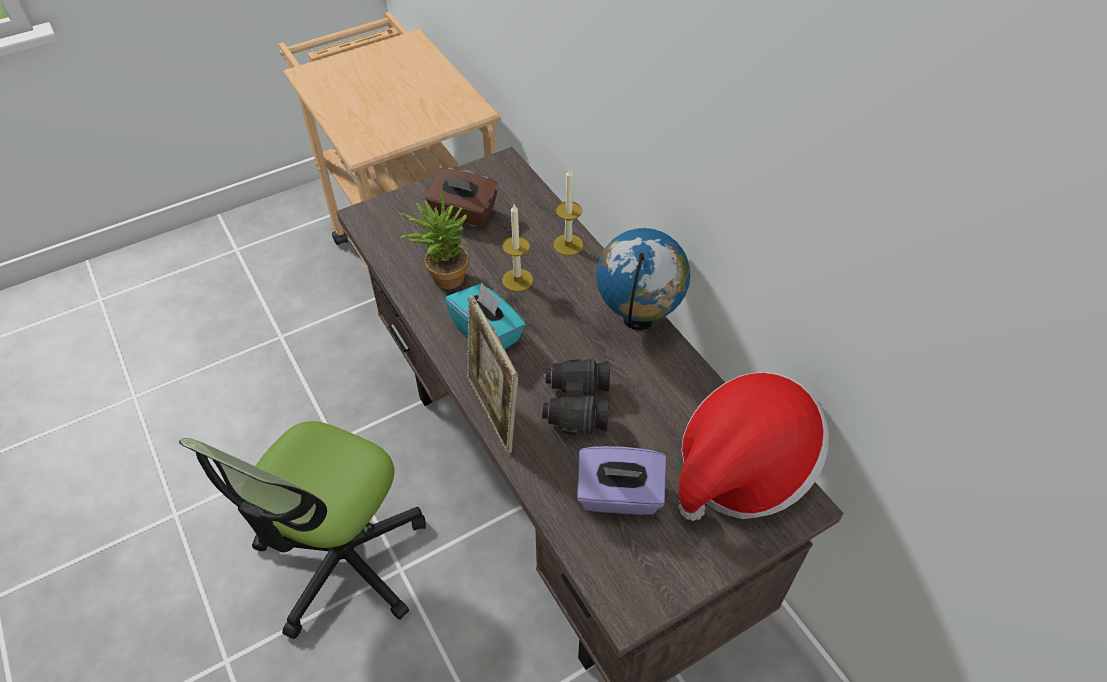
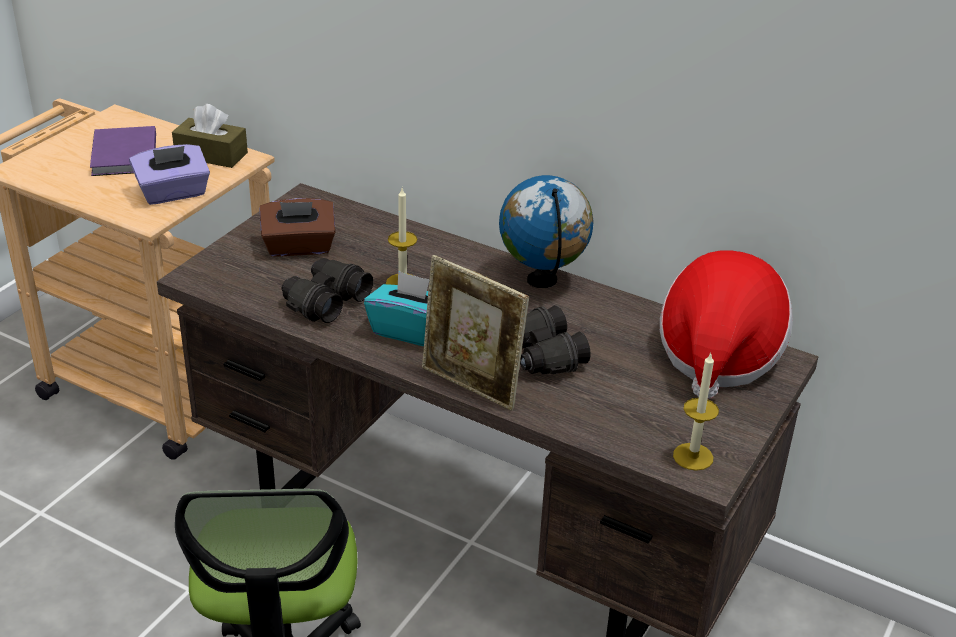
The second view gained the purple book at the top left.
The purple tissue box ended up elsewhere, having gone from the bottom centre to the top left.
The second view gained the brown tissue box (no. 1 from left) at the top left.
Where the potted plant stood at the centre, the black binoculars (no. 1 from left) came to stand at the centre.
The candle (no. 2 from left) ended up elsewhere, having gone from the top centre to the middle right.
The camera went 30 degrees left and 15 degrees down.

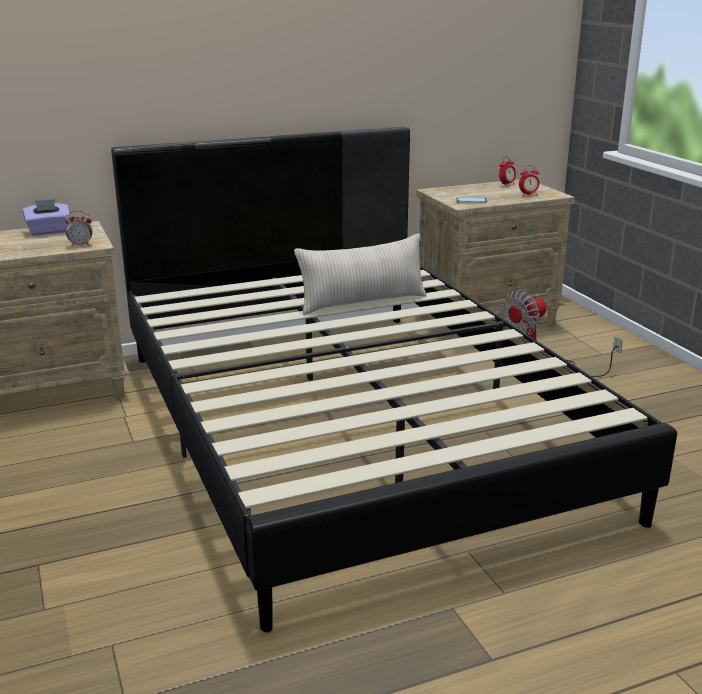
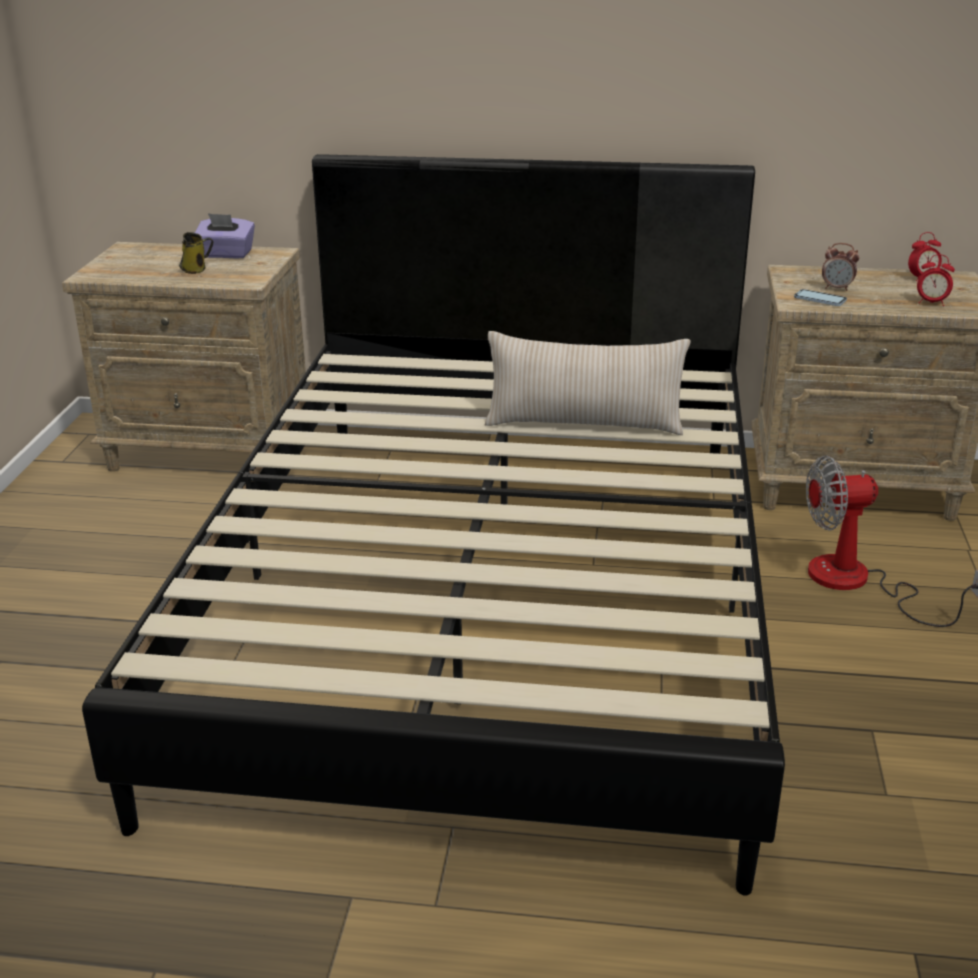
The second view gained the mug at the top left.
The alarm clock (no. 1 from left) ended up elsewhere, having gone from the top left to the top right.
The camera went 30 degrees right and 5 degrees up.

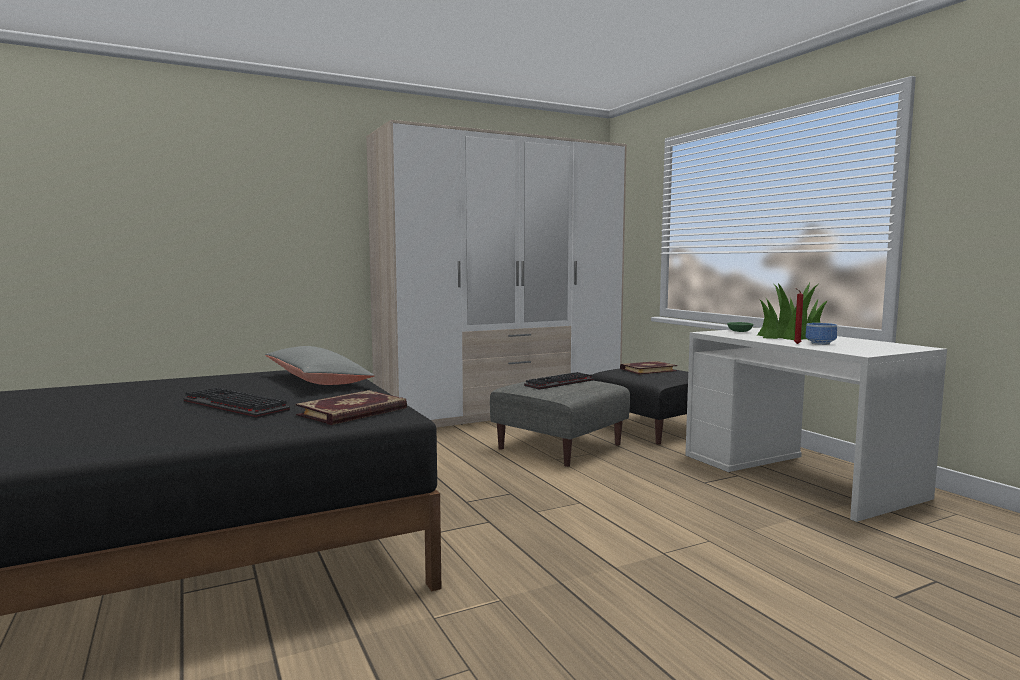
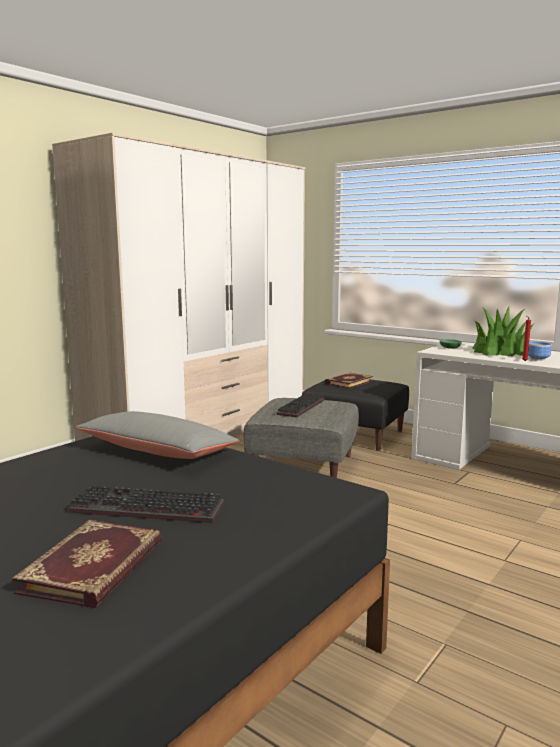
The book (no. 1 from left) ended up elsewhere, having gone from the centre to the bottom left.
The camera went 25 degrees left and 5 degrees up.

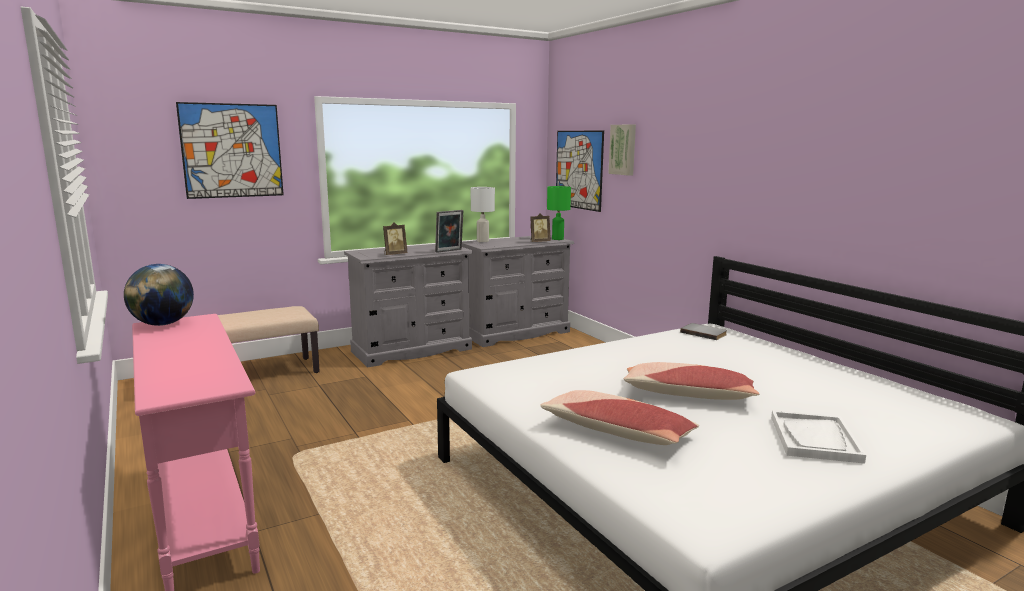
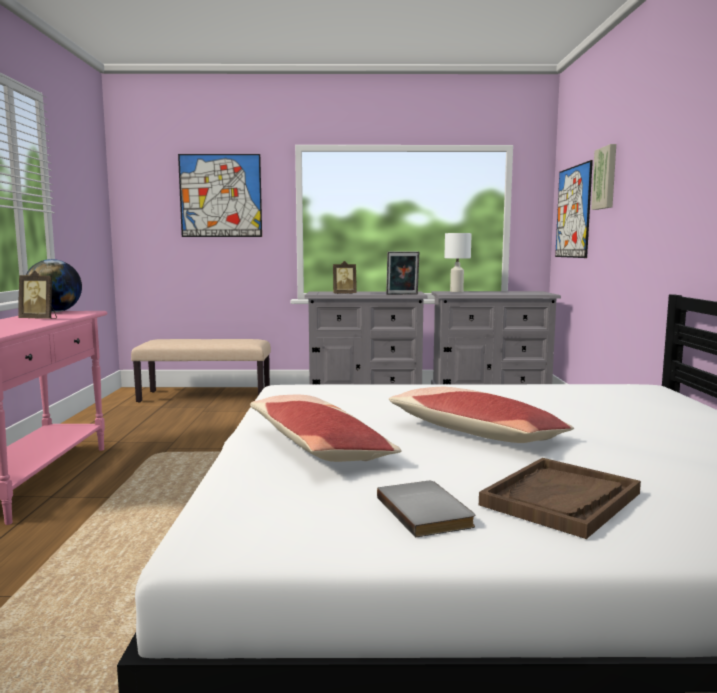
The picture frame (no. 3 from left in the first image) ended up elsewhere, having gone from the centre to the middle left.
The grey book ended up elsewhere, having gone from the middle right to the bottom centre.
What was the white tray at the bottom right turned into the brown tray at the bottom right.
The second view lost the green table lamp at the centre.
The camera went 30 degrees right and 5 degrees down.

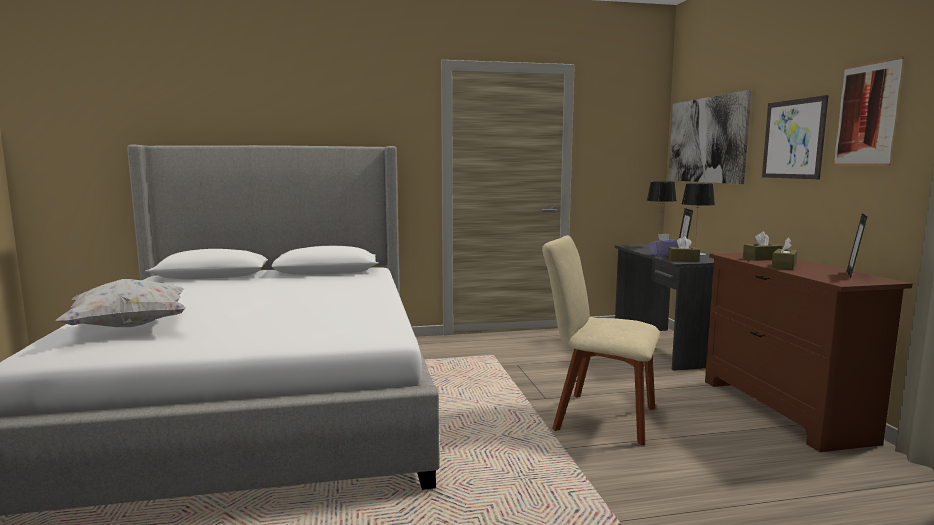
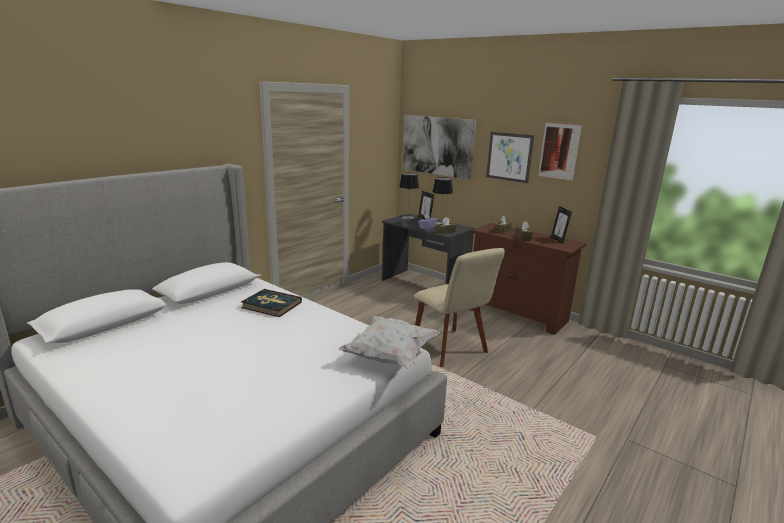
The second view gained the book at the centre.
The white pillow ended up elsewhere, having gone from the middle left to the centre.
The beige chair at the centre ended up facing another way, 105 degrees counterclockwise from before.
The camera went 40 degrees left and 10 degrees up.

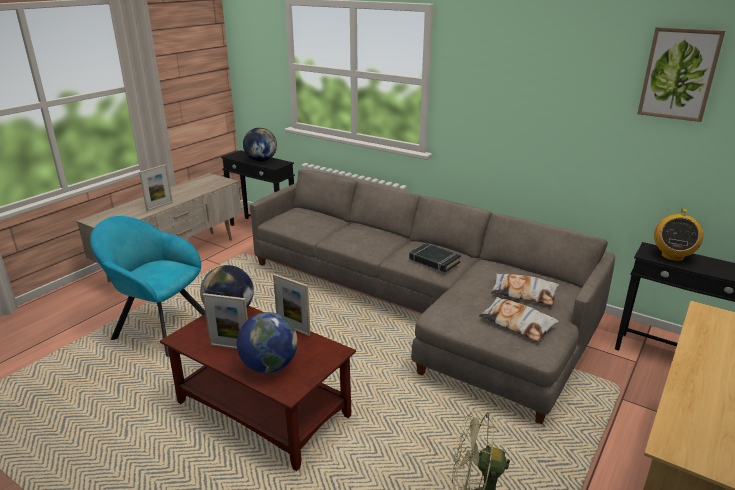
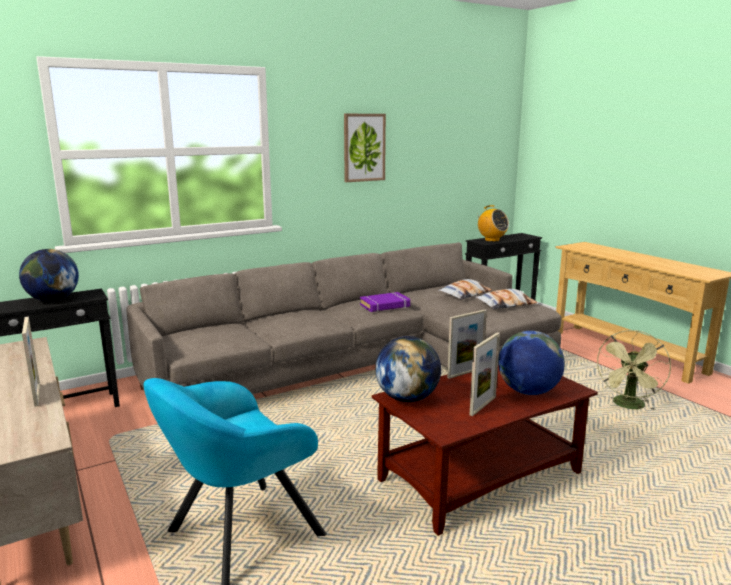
The picture ended up elsewhere, having gone from the top right to the top centre.
What was the black book at the centre turned into the purple book at the centre.
The camera went 65 degrees left and 10 degrees down.

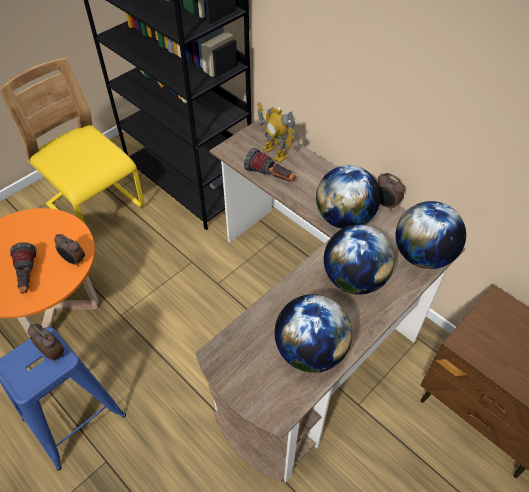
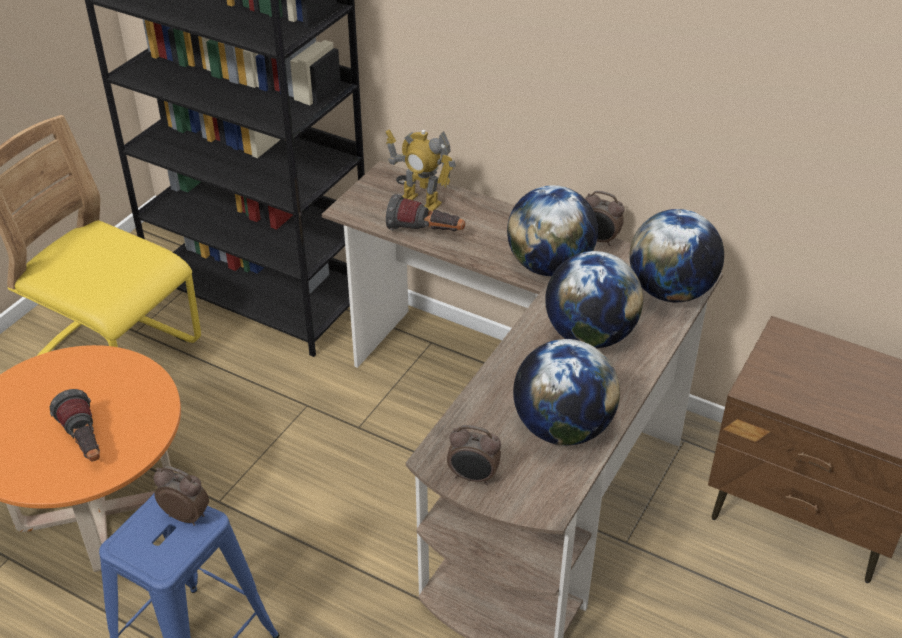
The alarm clock (no. 2 from left) ended up elsewhere, having gone from the middle left to the bottom centre.
The camera went 15 degrees left and 10 degrees down.

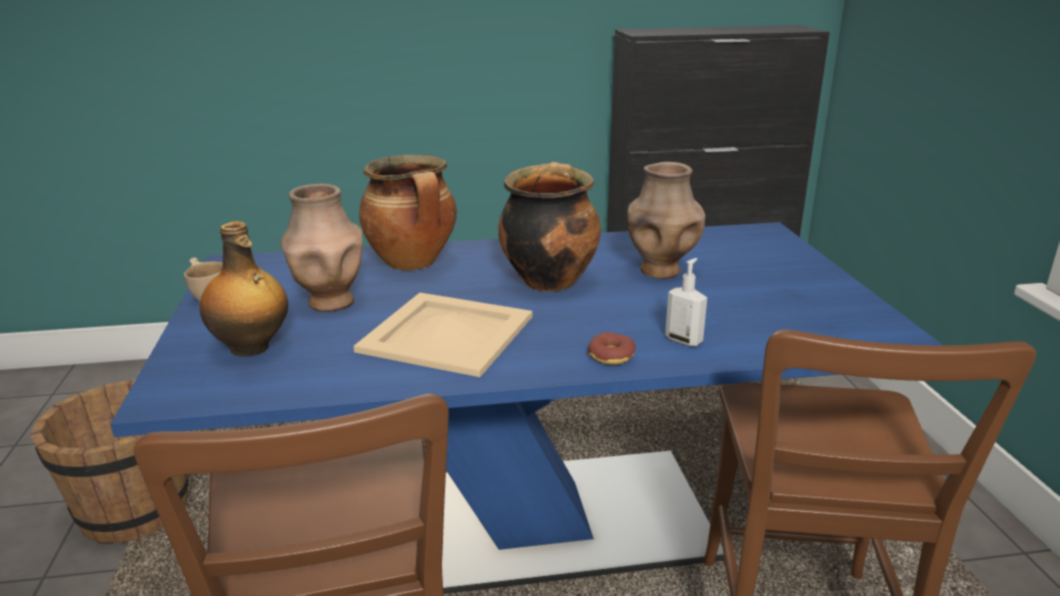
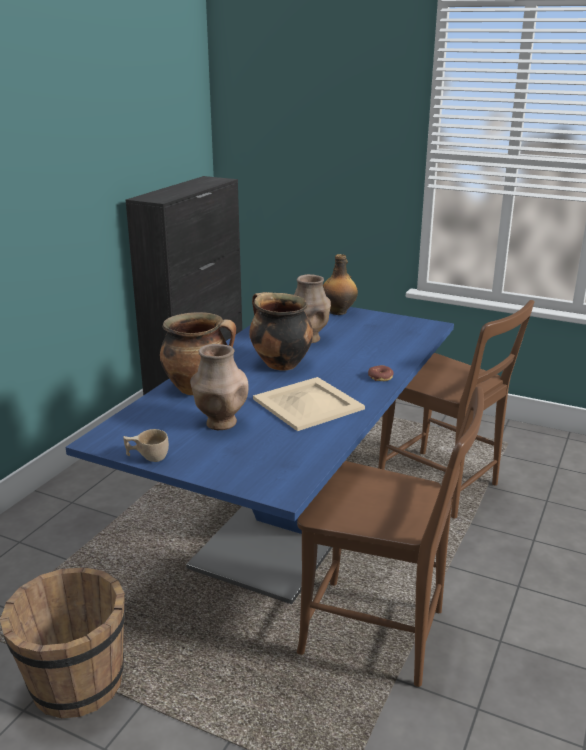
The bottle ended up elsewhere, having gone from the middle left to the centre.
The second view lost the soap dispenser at the centre.
The camera went 55 degrees left and 0 degrees up.

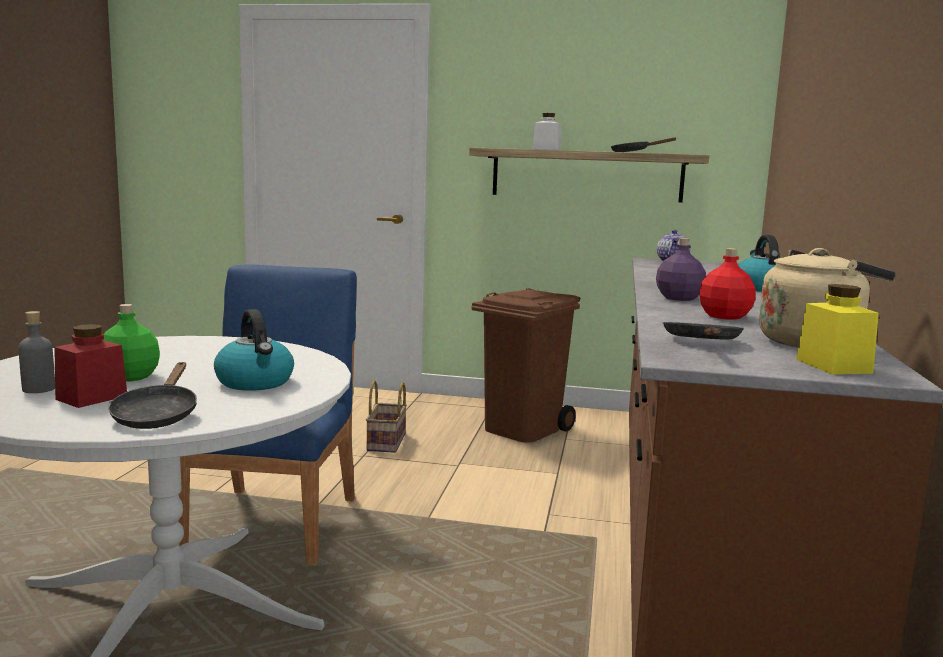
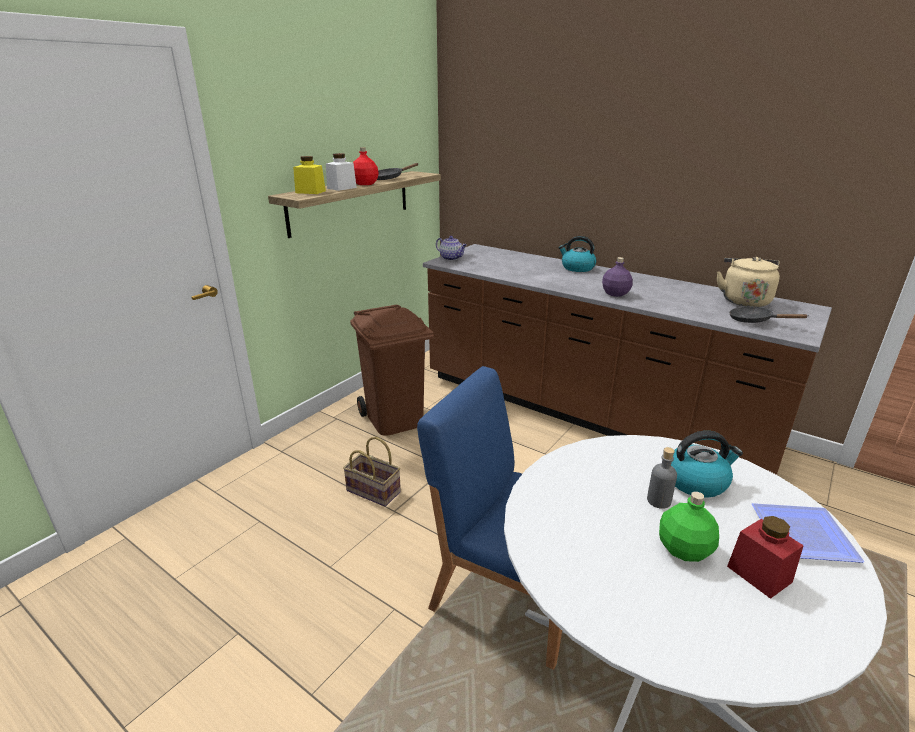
The yellow jar ended up elsewhere, having gone from the middle right to the top centre.
The red bottle ended up elsewhere, having gone from the middle right to the top centre.
The grey bottle ended up elsewhere, having gone from the middle left to the middle right.
Where the black frying pan (no. 1 from left) stood at the middle left, the plate came to stand at the bottom right.
The camera went 65 degrees left and 15 degrees up.

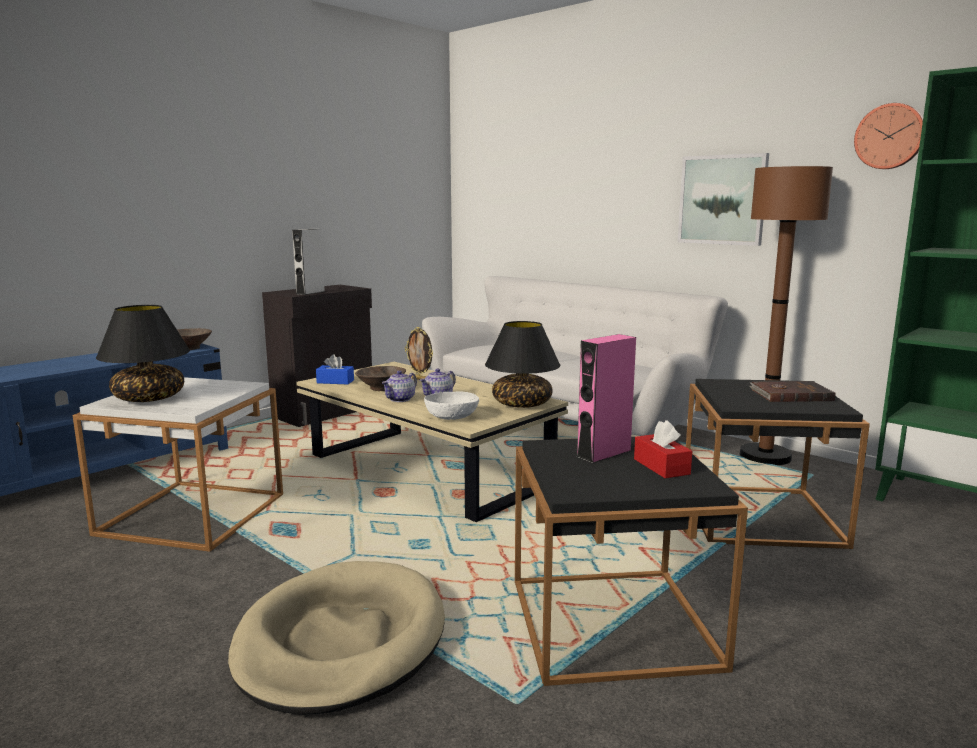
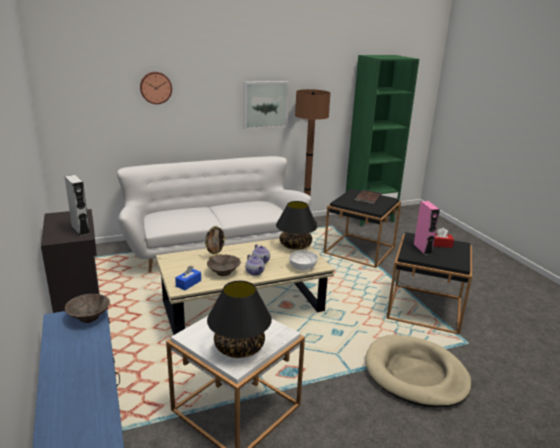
The wall clock ended up elsewhere, having gone from the top right to the top left.
The camera went 65 degrees left and 10 degrees up.

